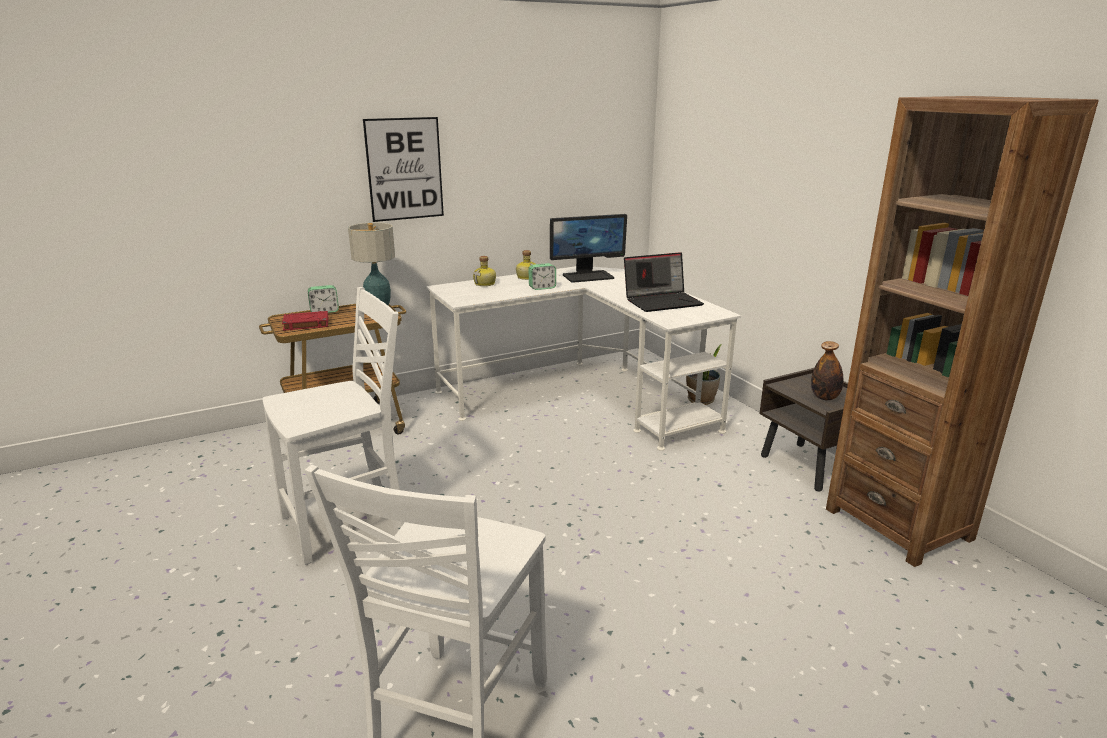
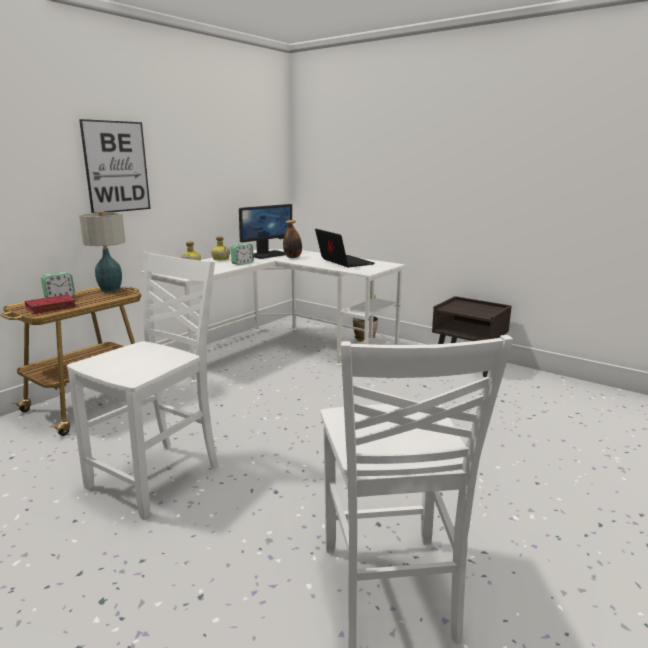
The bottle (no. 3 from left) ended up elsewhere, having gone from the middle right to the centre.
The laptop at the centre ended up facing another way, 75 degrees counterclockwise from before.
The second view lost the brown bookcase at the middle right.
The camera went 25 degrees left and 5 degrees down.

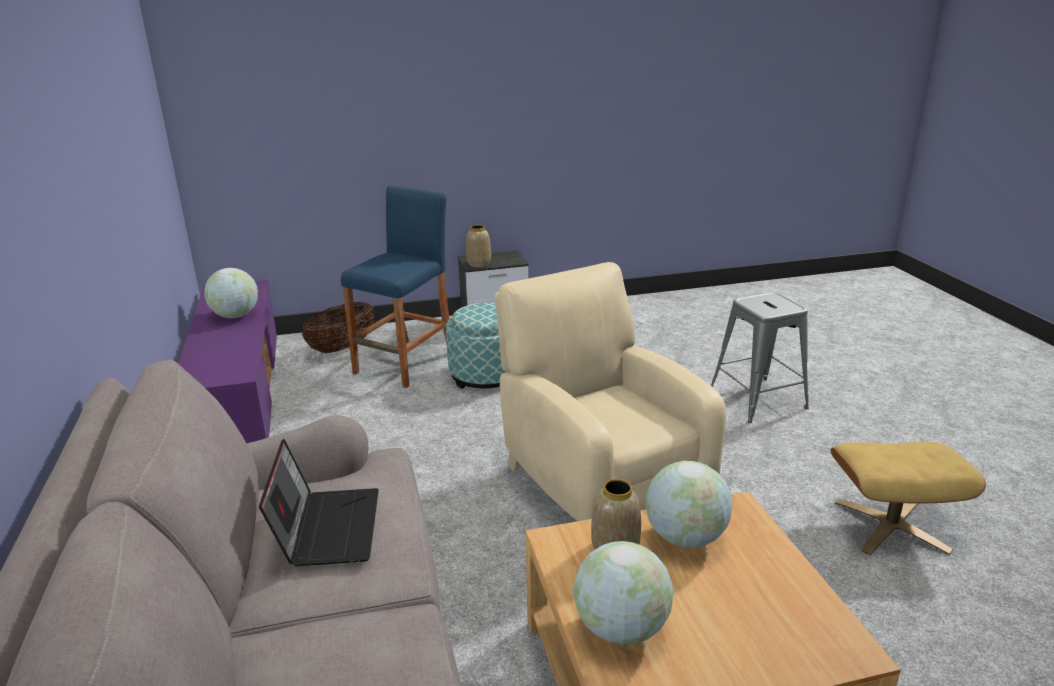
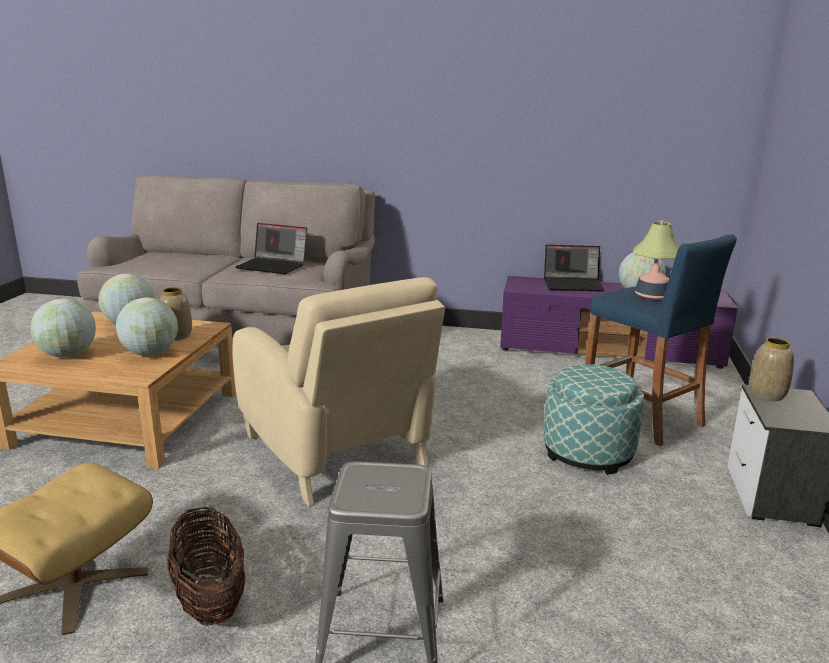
The second view gained the globe (no. 1 from left) at the middle left.
The basket ended up elsewhere, having gone from the middle left to the bottom left.
The beige armchair at the centre ended up facing another way, 60 degrees clockwise from before.
The second view gained the laptop (no. 2 from left) at the middle right.
The second view gained the table lamp at the middle right.
The camera went 115 degrees right and 5 degrees down.

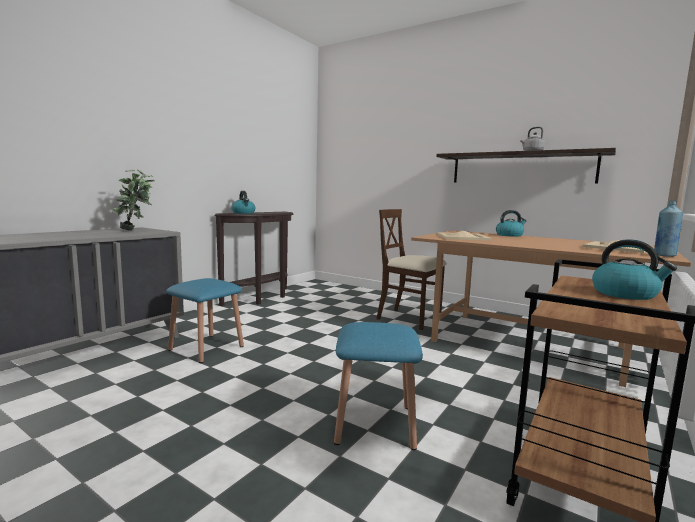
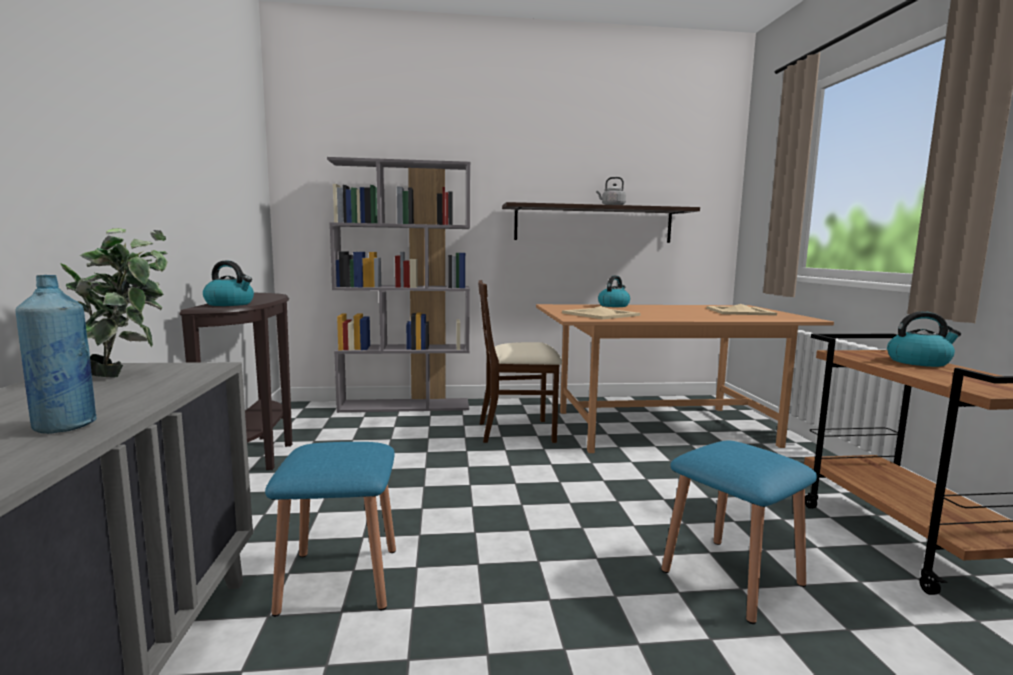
The blue bottle ended up elsewhere, having gone from the middle right to the middle left.
The second view gained the grey bookcase at the centre.
The camera went 40 degrees left and 0 degrees up.

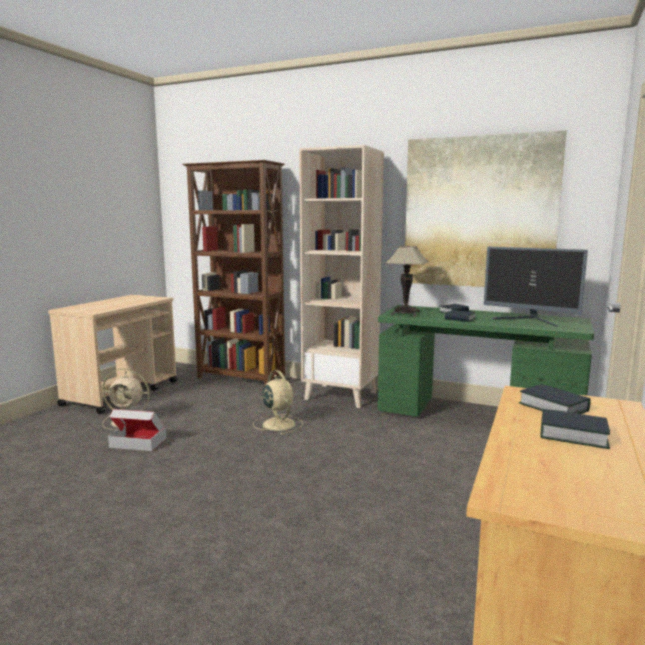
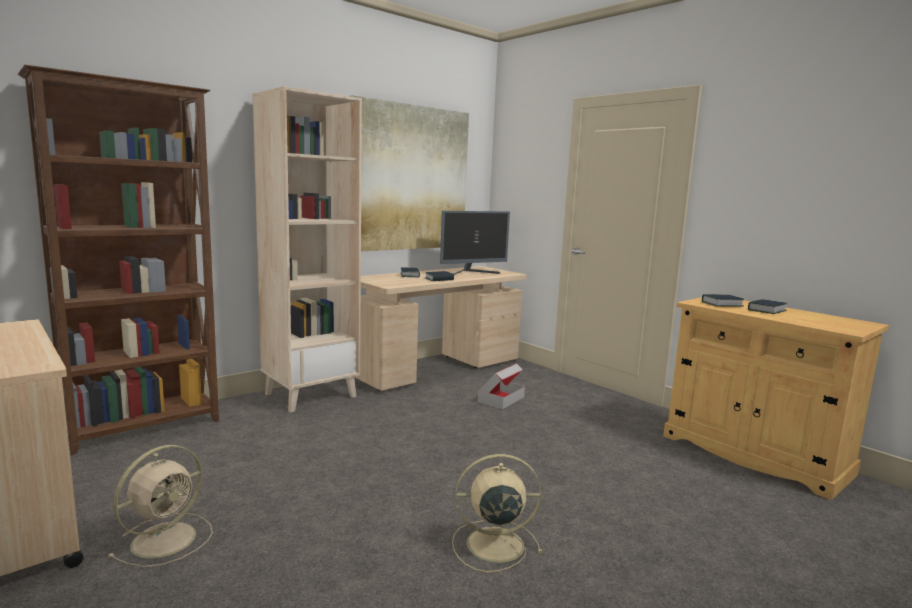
What was the green desk at the middle right turned into the beige desk at the centre.
The beige fan (no. 2 from left) ended up elsewhere, having gone from the centre to the bottom centre.
The cardboard box ended up elsewhere, having gone from the bottom left to the centre.
The second view lost the table lamp at the centre.
The camera went 65 degrees left and 0 degrees up.

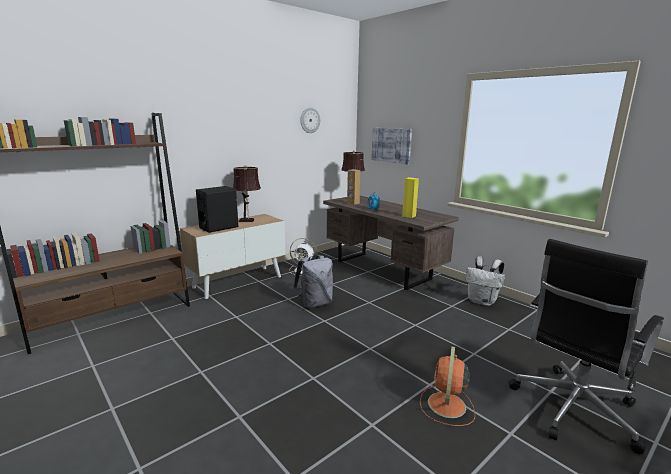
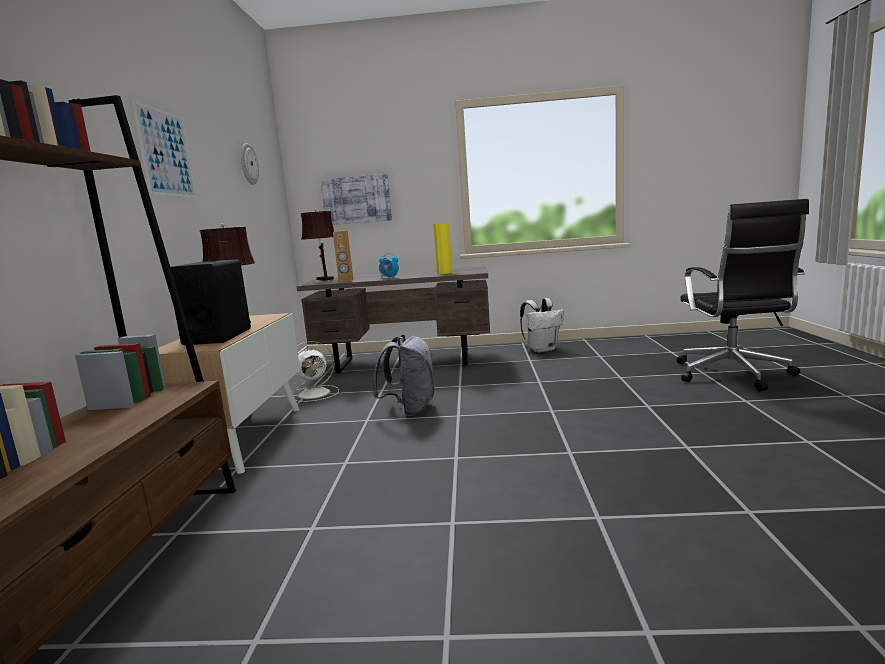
The second view gained the picture (no. 1 from left) at the top left.
The second view lost the orange fan at the bottom centre.
The camera went 45 degrees left and 5 degrees down.

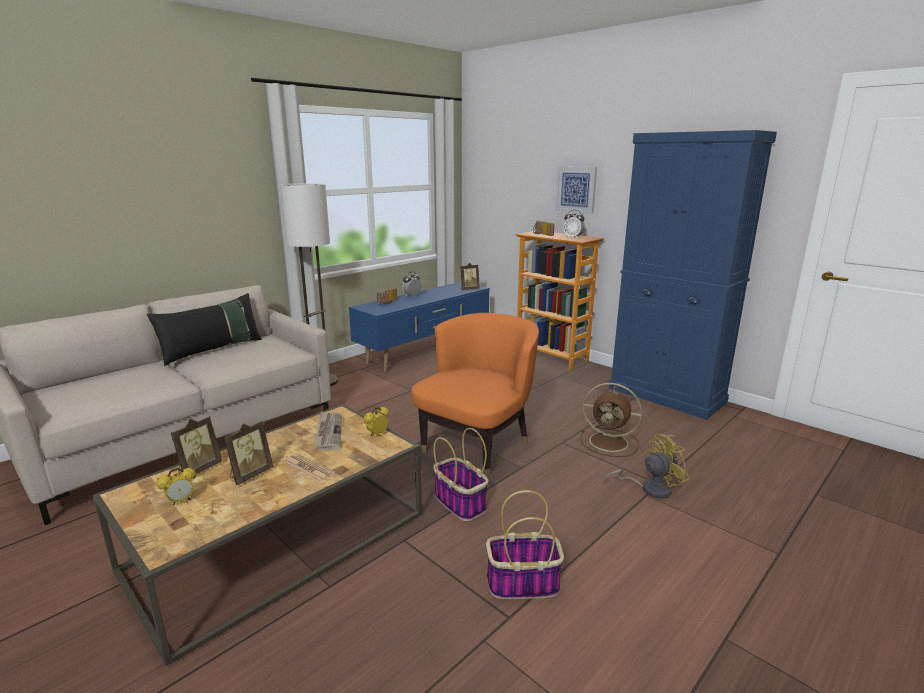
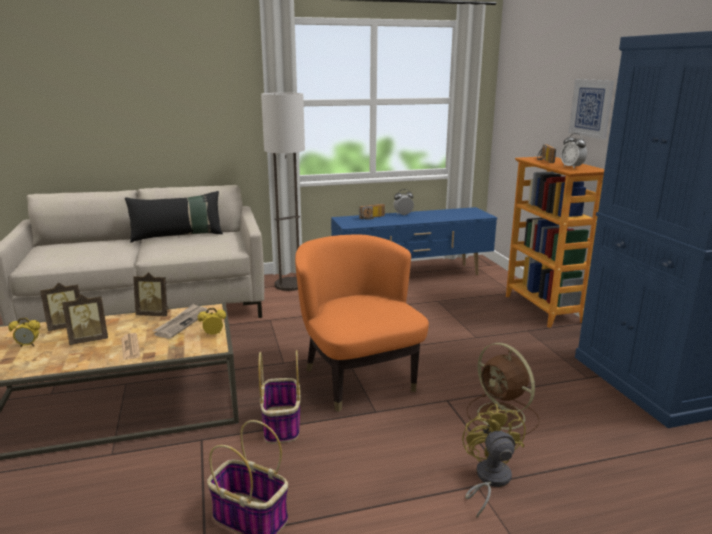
The picture frame (no. 3 from left) ended up elsewhere, having gone from the centre to the middle left.
The orange armchair at the centre ended up facing another way, 90 degrees counterclockwise from before.
The yellow fan at the bottom right ended up facing another way, 105 degrees counterclockwise from before.
The camera went 30 degrees right and 0 degrees up.

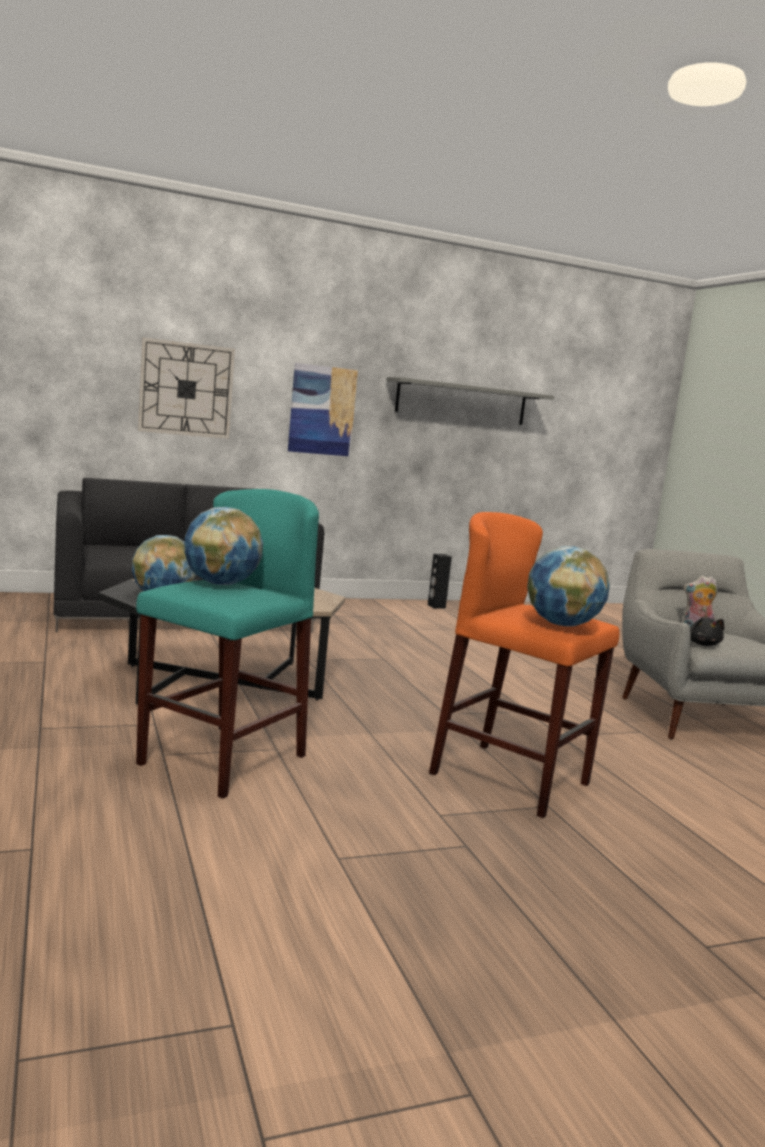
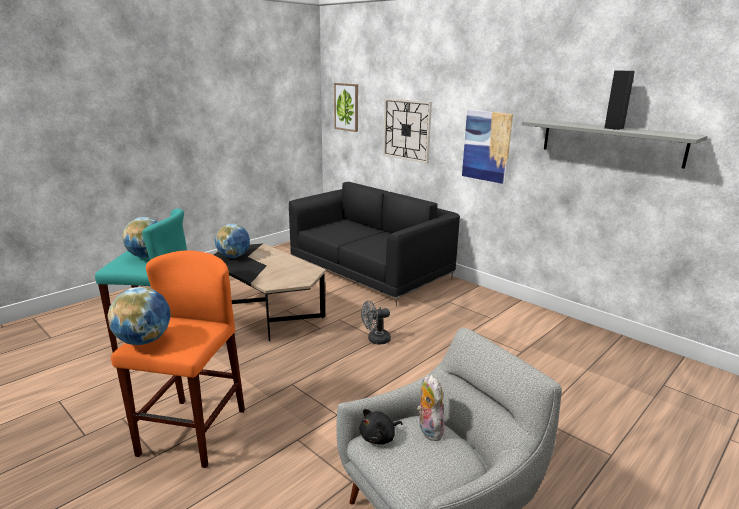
The second view gained the picture (no. 1 from left) at the top centre.
The second view gained the grey fan at the centre.
The black speaker ended up elsewhere, having gone from the centre to the top right.
The camera went 65 degrees right and 10 degrees up.

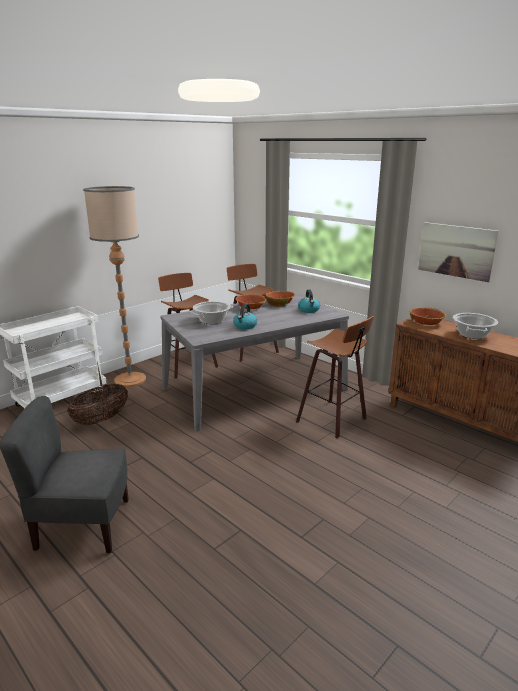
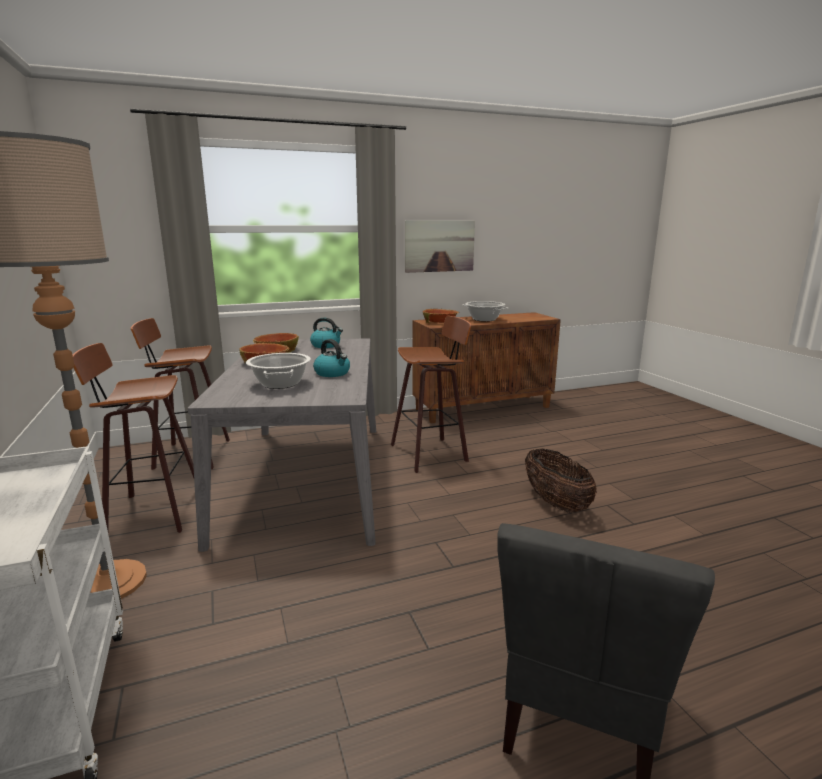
The basket ended up elsewhere, having gone from the middle left to the middle right.
The camera went 65 degrees left and 5 degrees down.

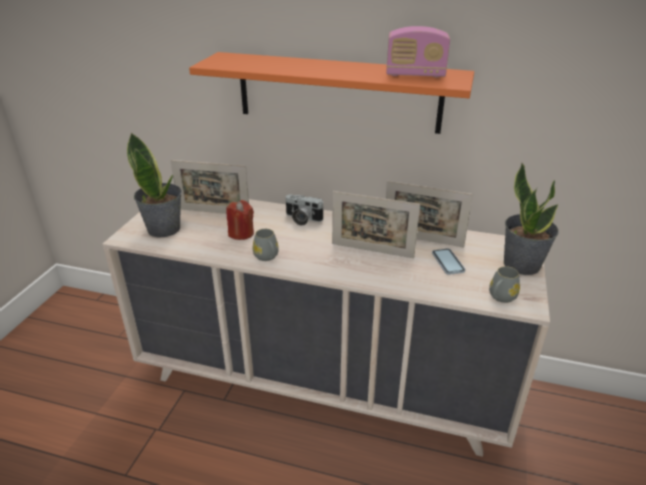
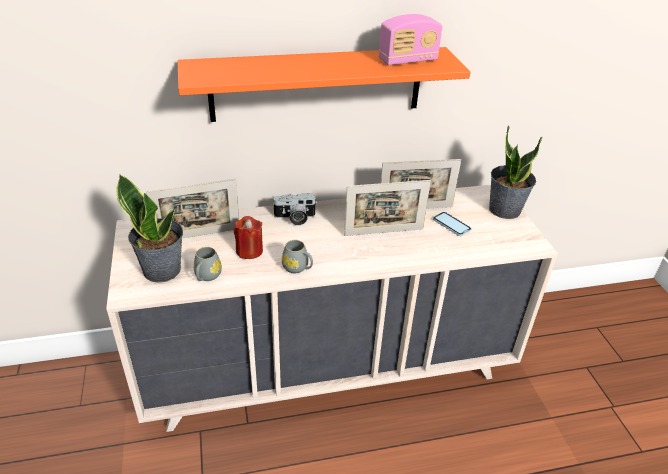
The grey mug (no. 2 from left in the first image) ended up elsewhere, having gone from the middle right to the middle left.
The camera went 30 degrees left and 5 degrees up.

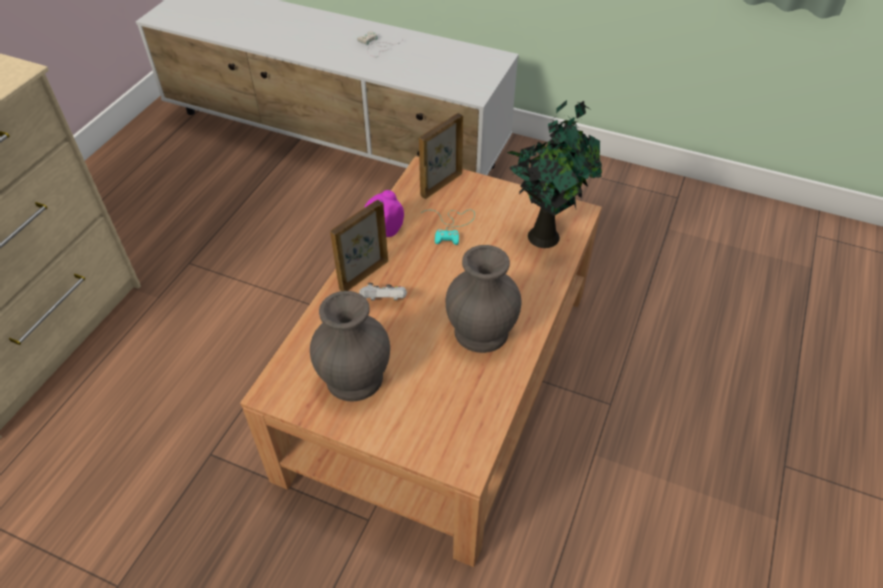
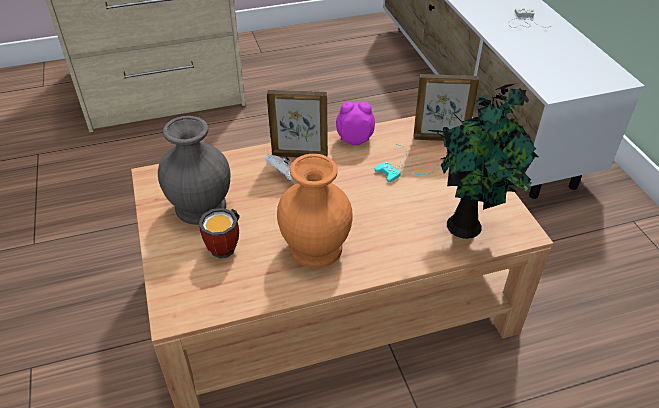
The second view gained the mug at the middle left.
What was the grey vase (no. 2 from left) at the centre turned into the orange vase at the centre.
The camera went 50 degrees right and 5 degrees down.

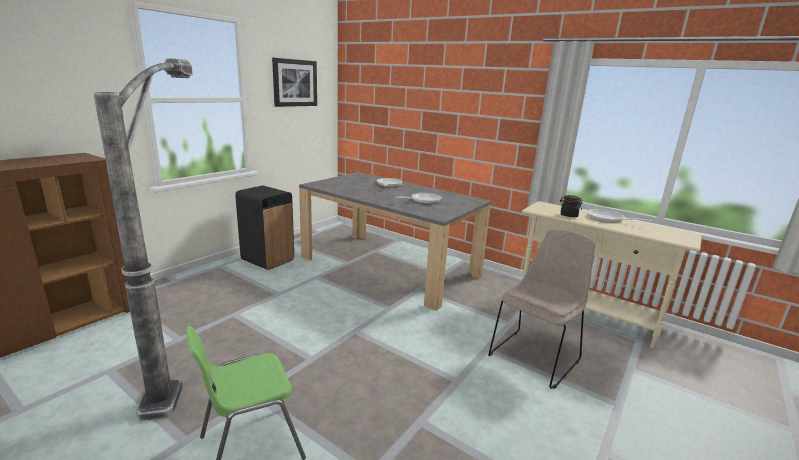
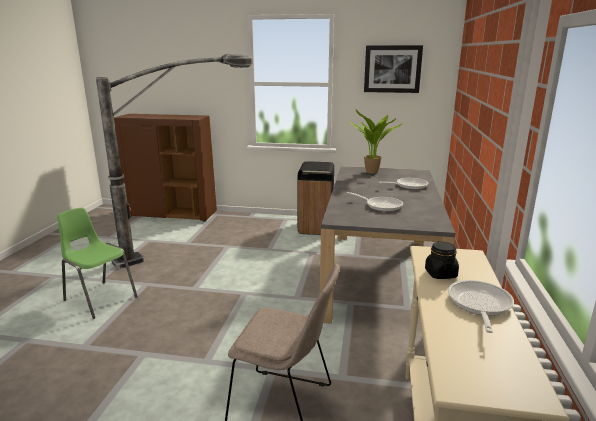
The second view gained the potted plant at the centre.
The camera went 65 degrees right and 0 degrees up.

